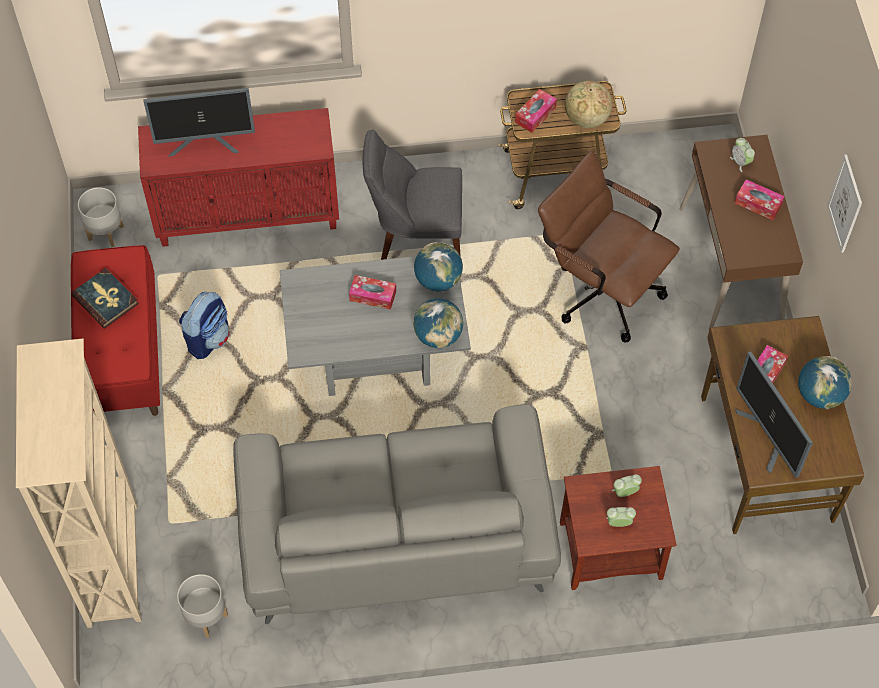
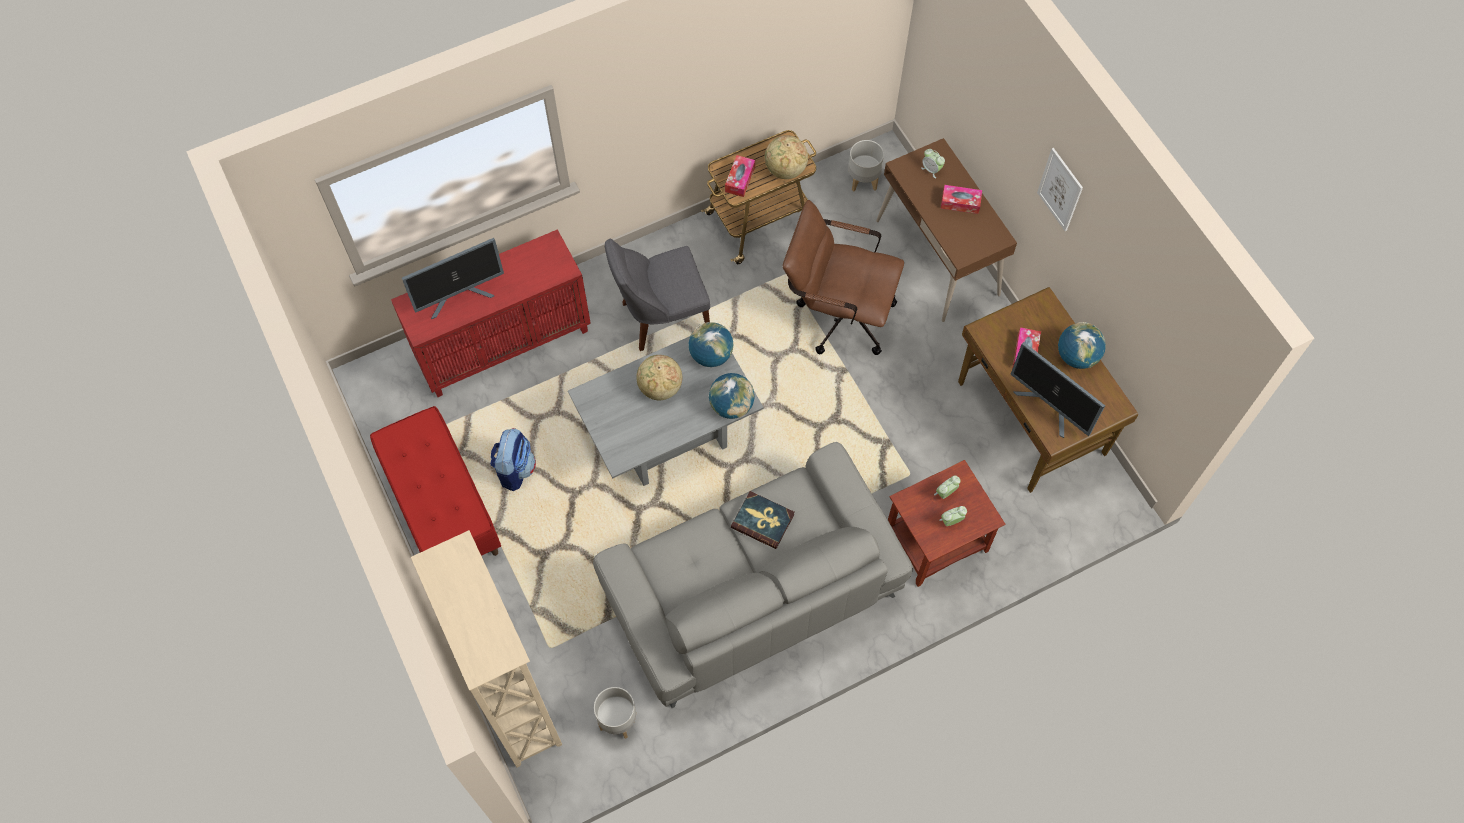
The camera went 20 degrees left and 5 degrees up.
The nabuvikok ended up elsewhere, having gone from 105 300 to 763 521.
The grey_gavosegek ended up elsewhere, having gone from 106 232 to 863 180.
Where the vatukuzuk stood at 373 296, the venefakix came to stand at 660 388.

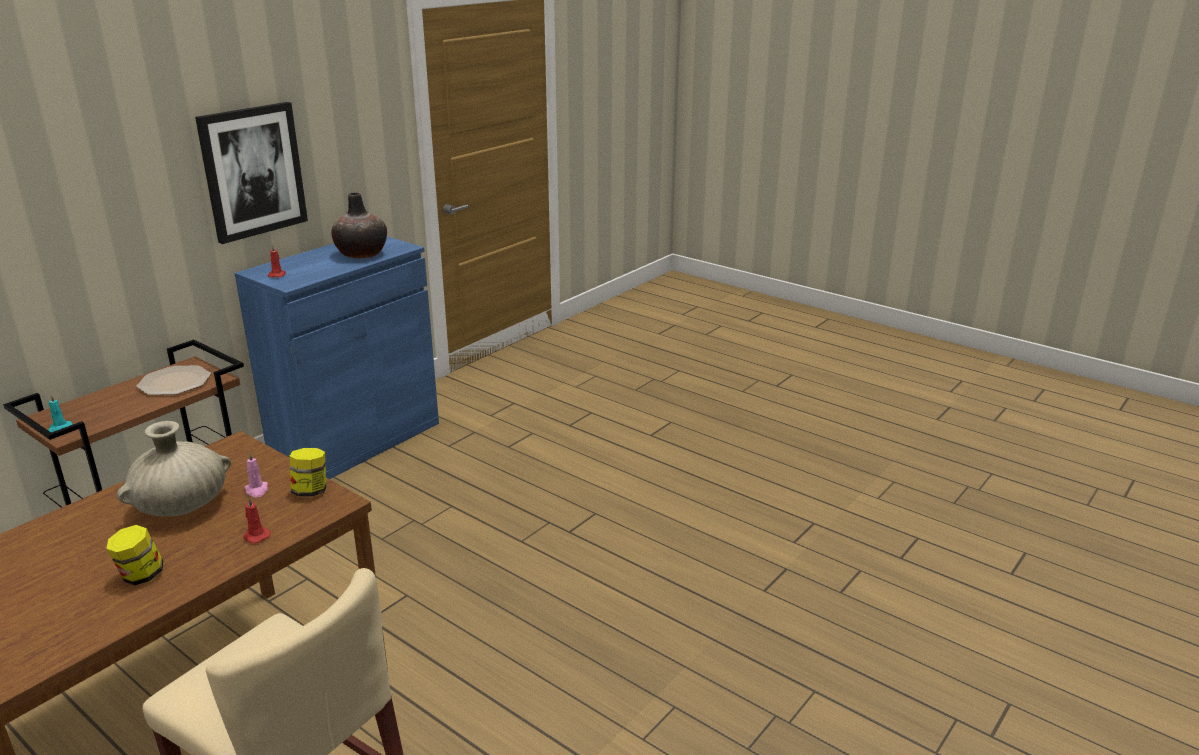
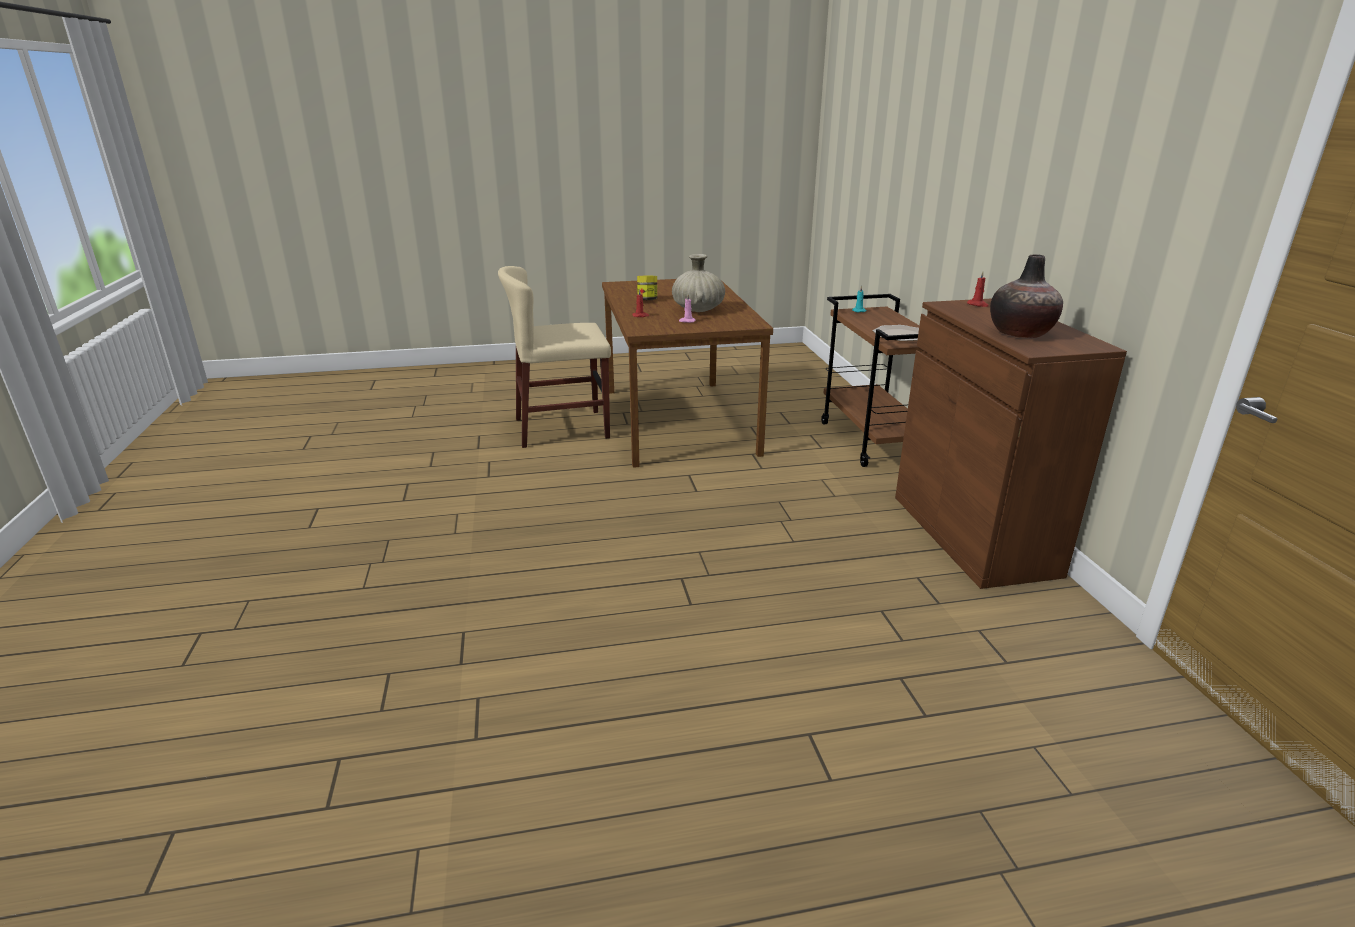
The camera went 130 degrees right and 0 degrees up.
The second view lost the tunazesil at 253 171.
What was the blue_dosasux at 356 441 turned into the brown_dosasux at 973 534.
The second view lost the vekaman at 311 491.

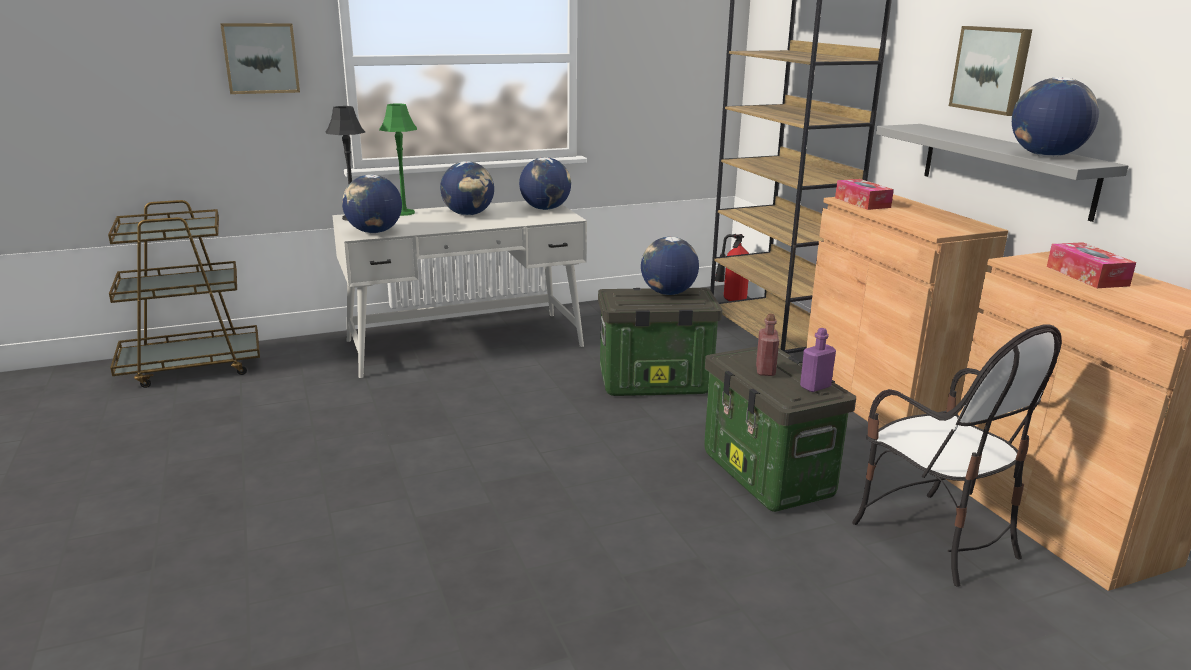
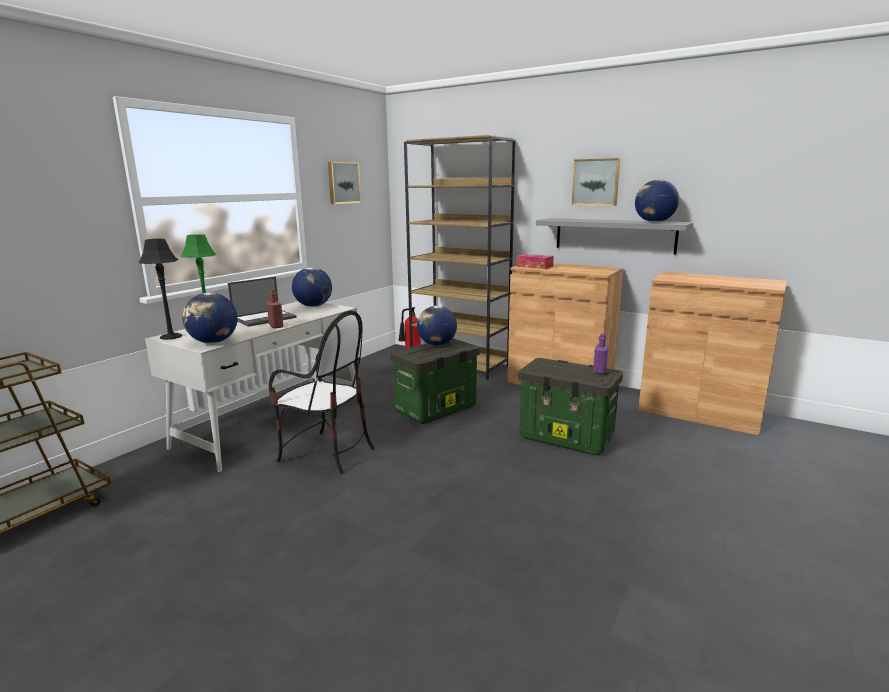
The camera went 35 degrees left and 5 degrees down.
The tunazesil ended up elsewhere, having gone from 261 58 to 343 183.
Where the venefakix stood at 468 214, the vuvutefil came to stand at 265 318.
The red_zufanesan ended up elsewhere, having gone from 765 370 to 276 326.
The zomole ended up elsewhere, having gone from 934 537 to 326 453.
The second view lost the vatukuzuk at 1086 276.

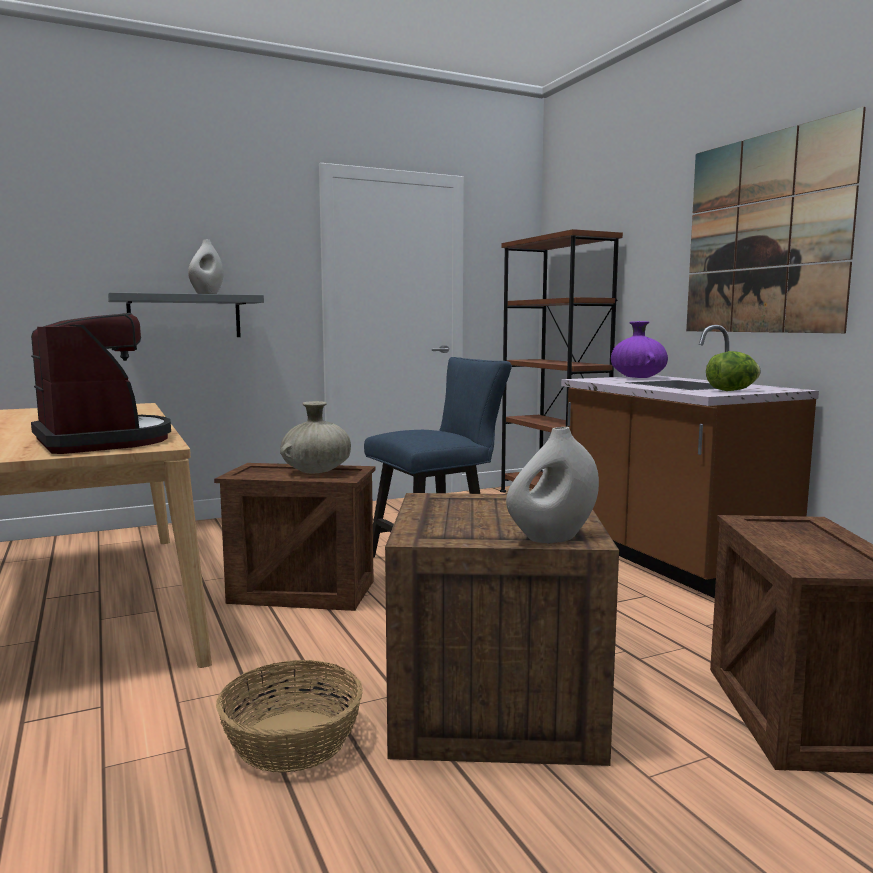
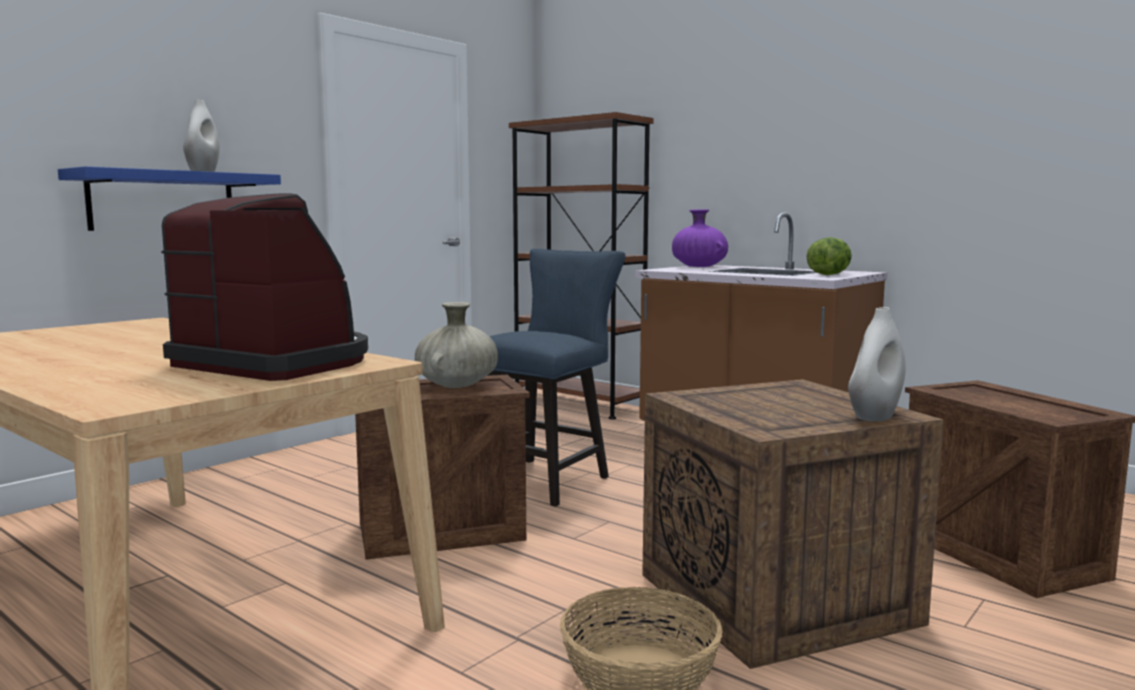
The camera went 25 degrees left and 0 degrees up.
What was the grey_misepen at 185 316 turned into the blue_misepen at 162 201.
The second view lost the tunazesil at 765 234.

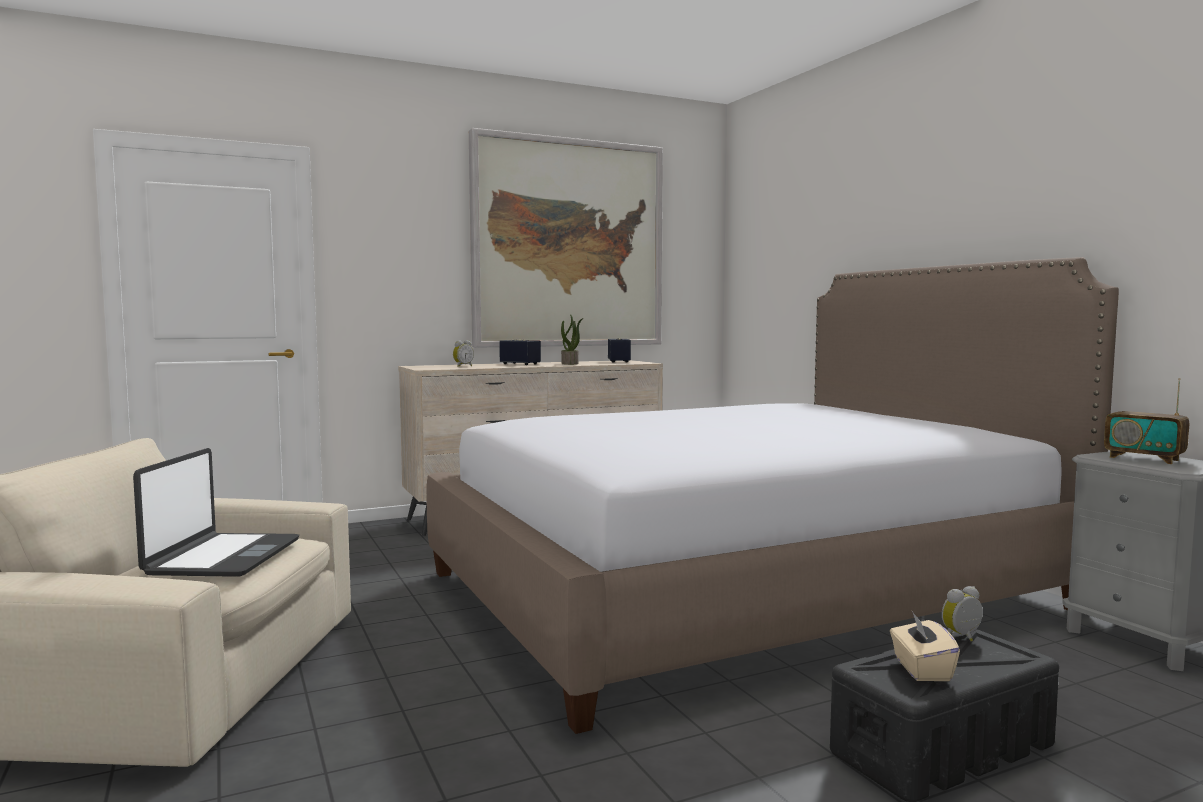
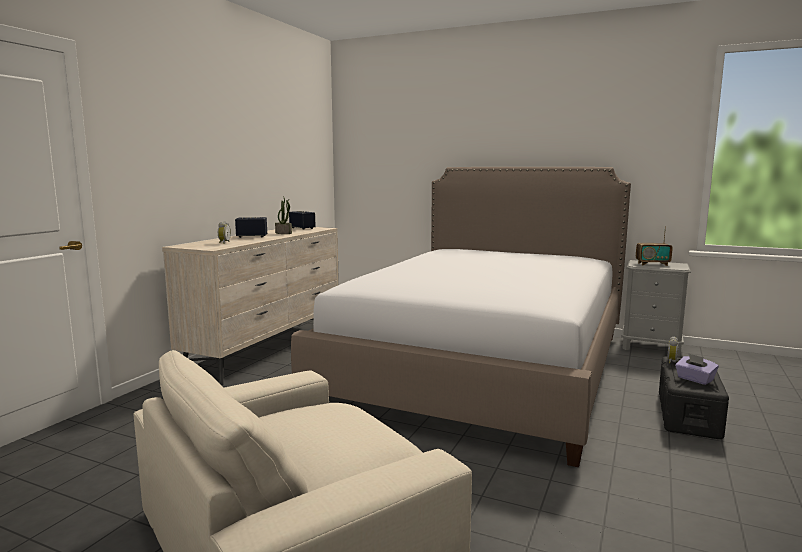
The camera went 40 degrees left and 5 degrees up.
The second view lost the vuvutefil at 223 557.
The second view lost the tunazesil at 568 244.
What was the beige_vatukuzuk at 921 669 turned into the purple_vatukuzuk at 694 379.

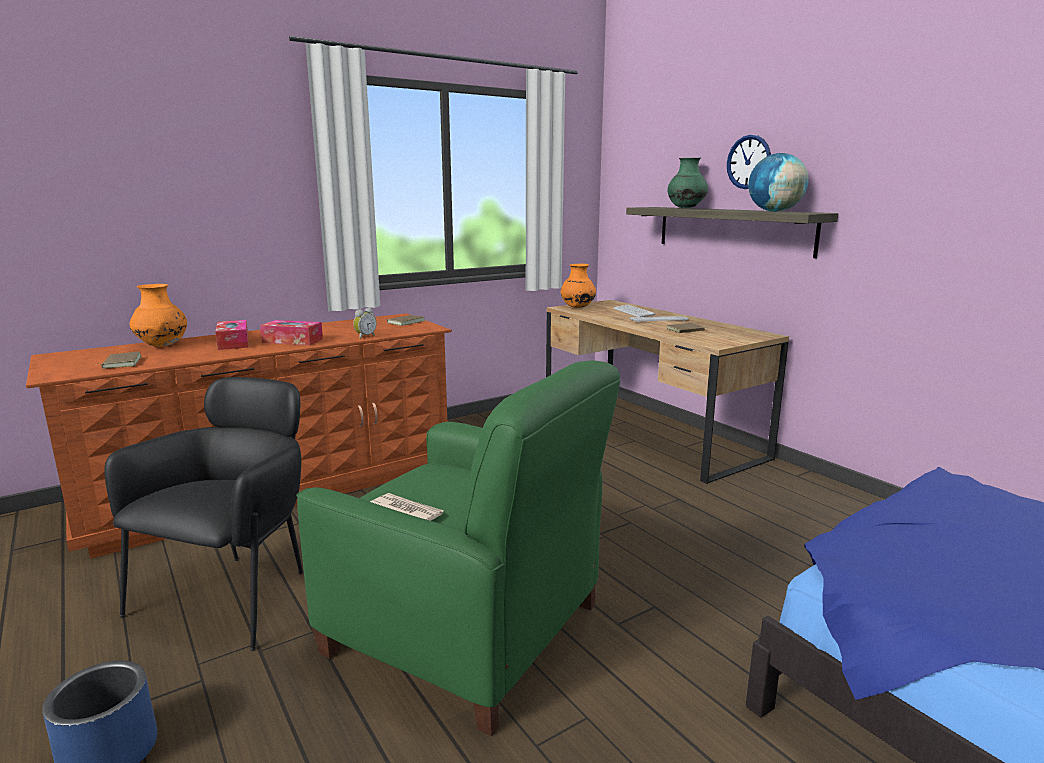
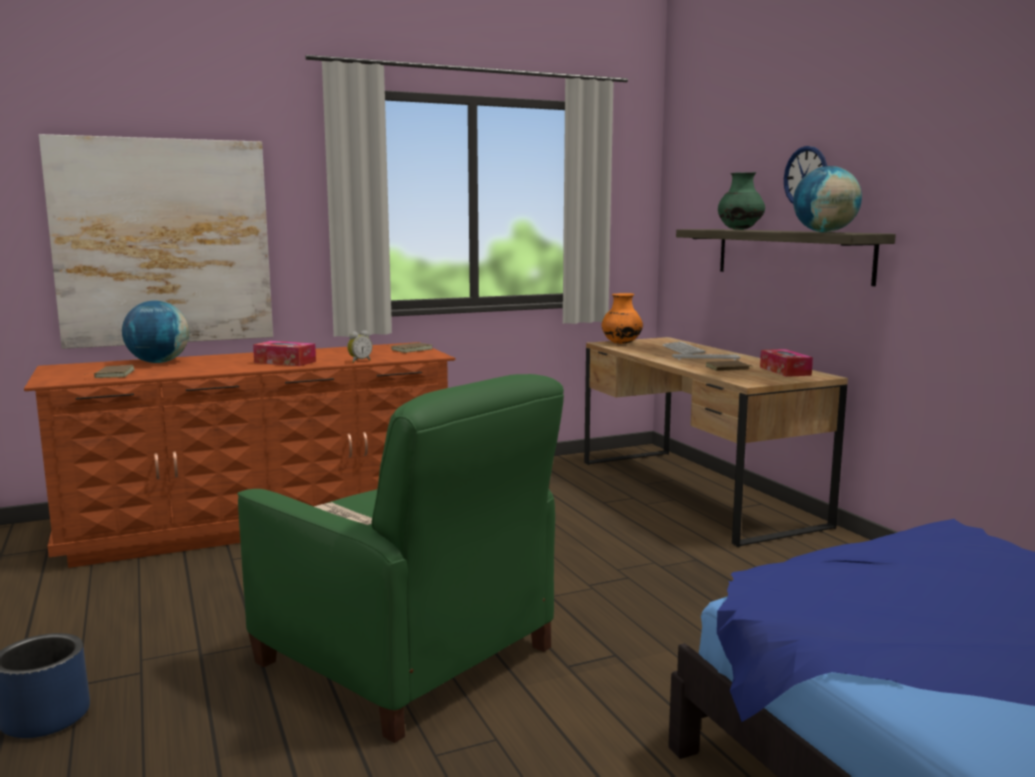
The camera went 10 degrees right and 5 degrees down.
The second view lost the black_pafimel at 235 593.
Where the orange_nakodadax stood at 162 346, the venefakix came to stand at 158 362.
The vatukuzuk ended up elsewhere, having gone from 233 343 to 785 371.
The second view gained the tunazesil at 163 242.

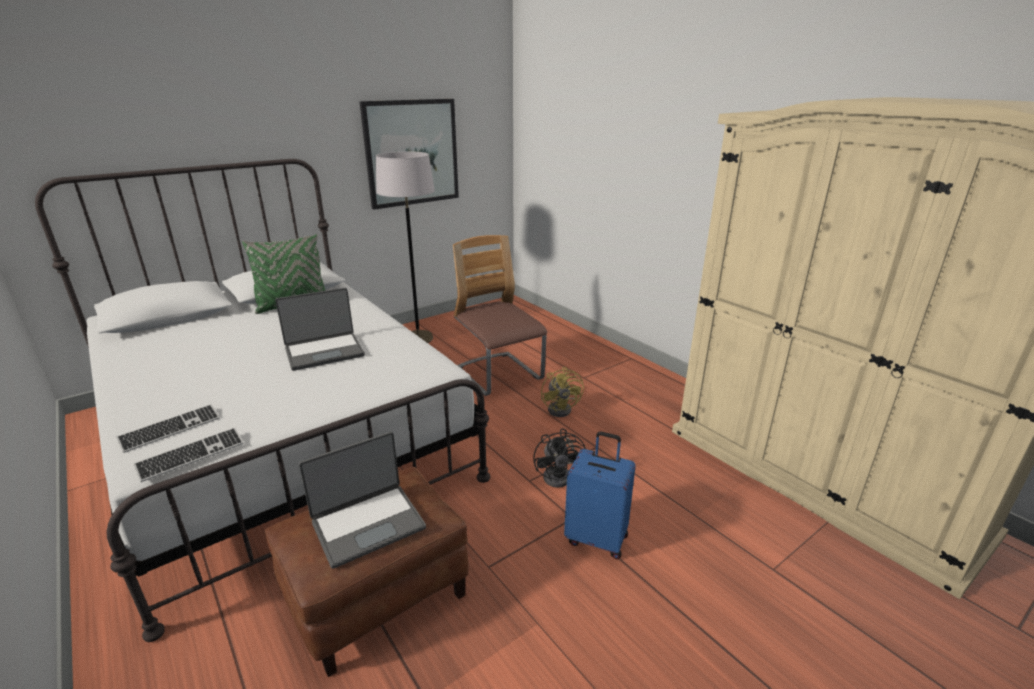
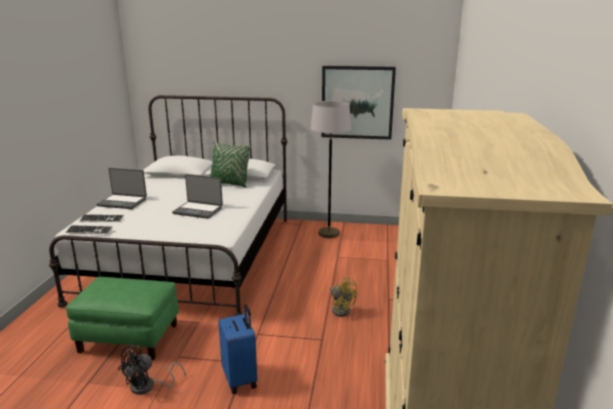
The camera went 45 degrees right and 5 degrees down.
What was the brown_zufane at 378 594 turned into the green_zufane at 130 338.
The vuvutefil ended up elsewhere, having gone from 368 524 to 123 202.
The second view lost the zomole at 498 375.
The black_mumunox ended up elsewhere, having gone from 561 475 to 148 387.
The yellow_mumunox at 562 408 ended up facing another way, 75 degrees counterclockwise from before.

